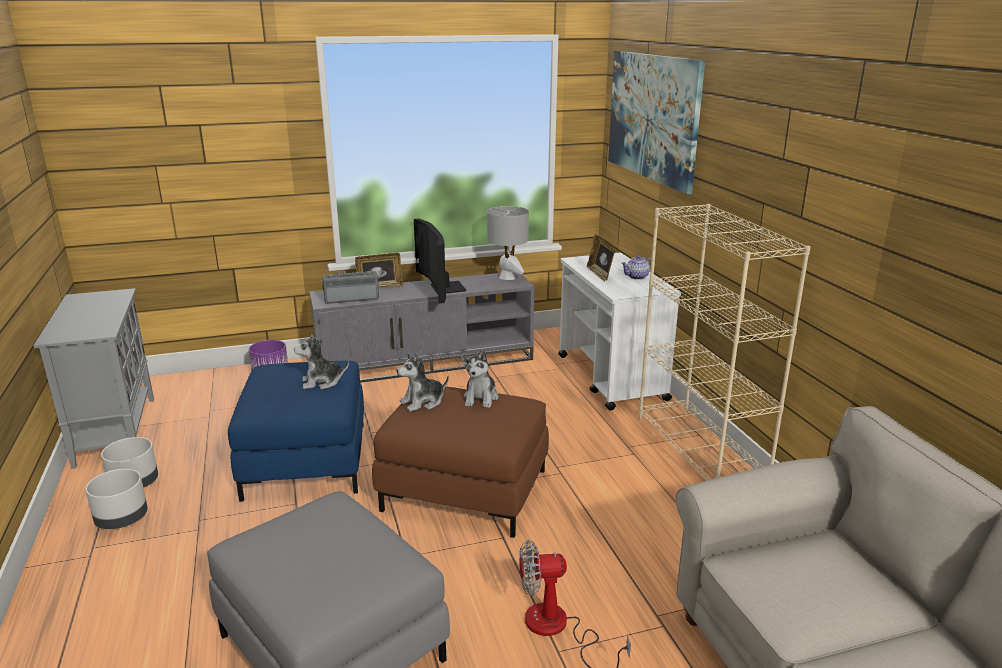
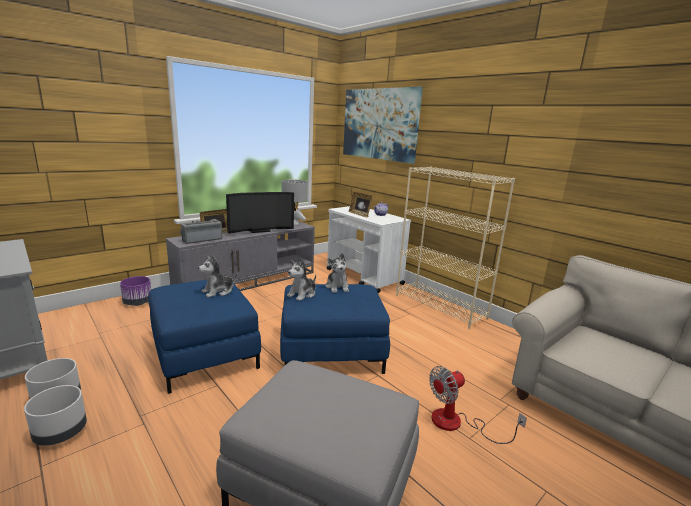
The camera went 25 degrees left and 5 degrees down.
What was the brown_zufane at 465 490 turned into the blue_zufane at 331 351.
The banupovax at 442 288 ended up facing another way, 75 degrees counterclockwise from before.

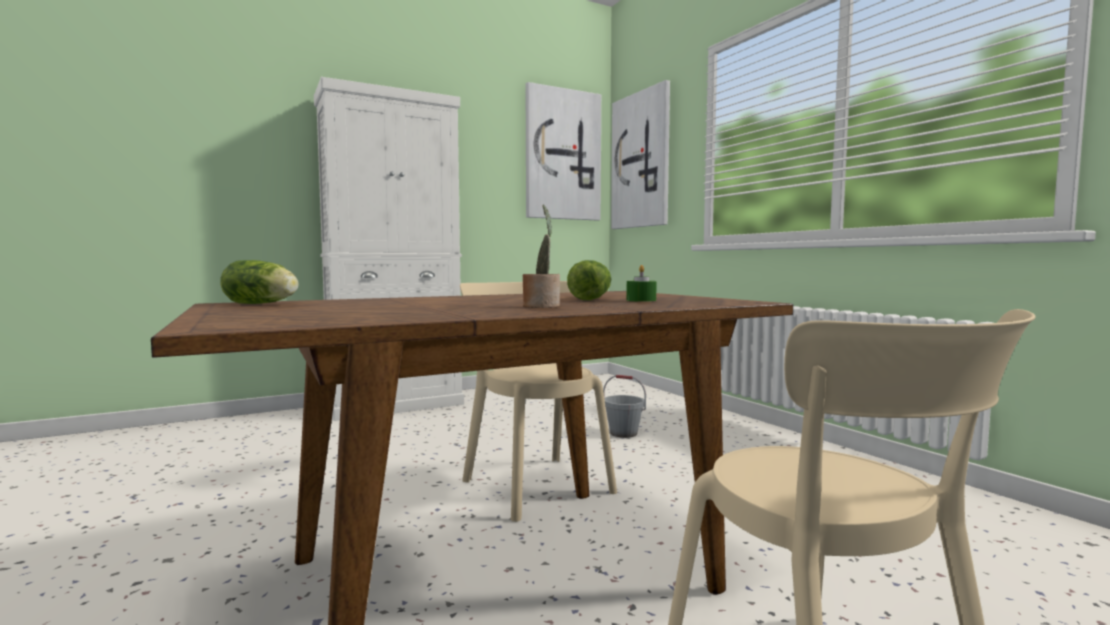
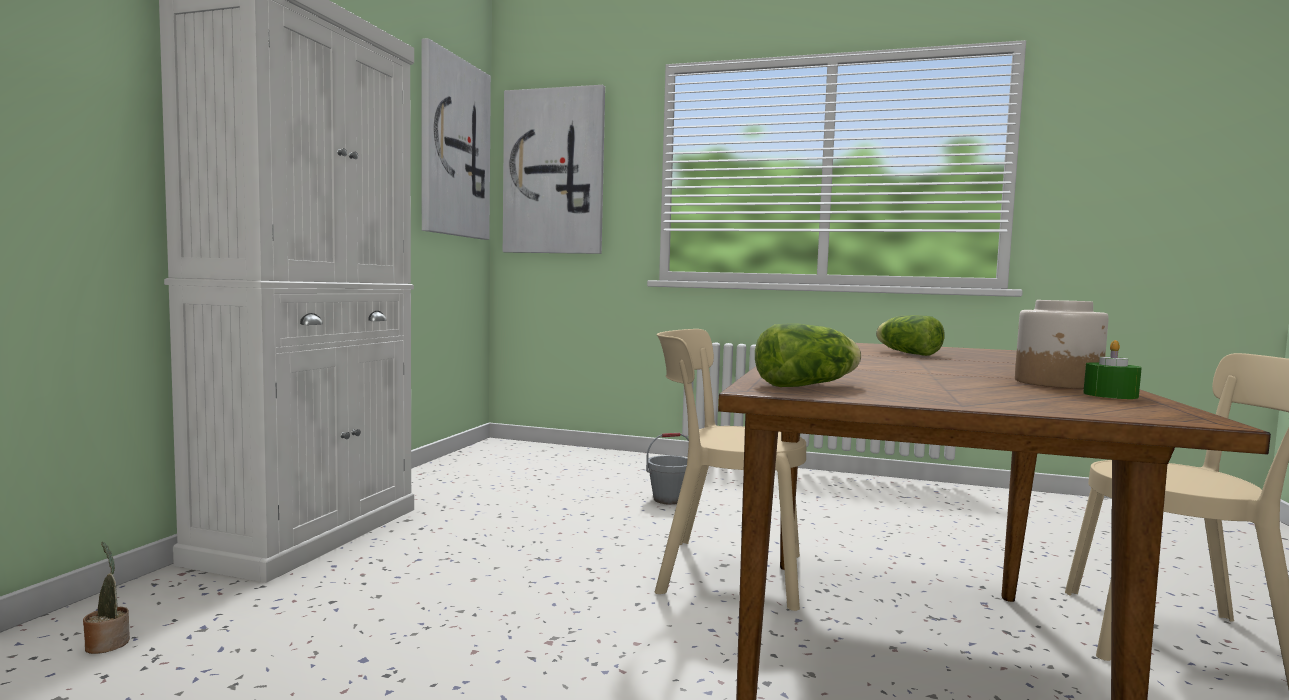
The camera went 45 degrees left and 0 degrees up.
The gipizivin ended up elsewhere, having gone from 542 306 to 107 643.
The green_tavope ended up elsewhere, having gone from 641 300 to 1110 395.
The second view gained the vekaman at 1058 383.

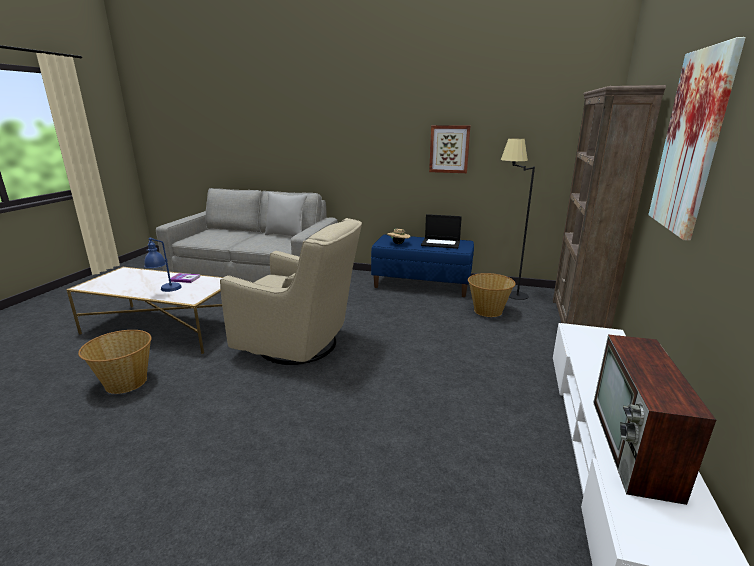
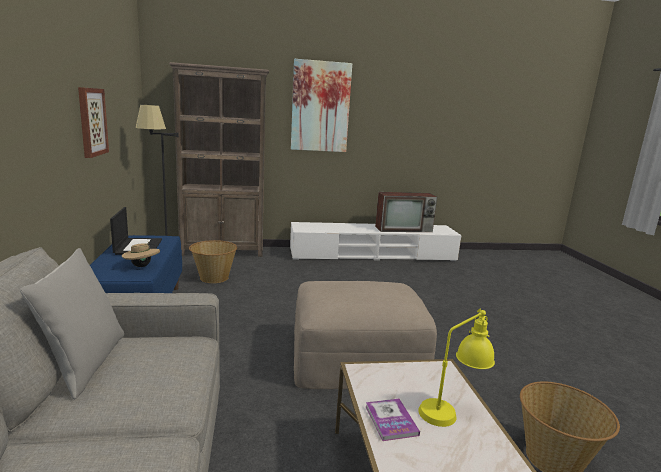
The camera went 115 degrees left and 5 degrees down.
What was the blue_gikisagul at 166 291 turned into the yellow_gikisagul at 451 411.
Where the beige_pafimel stood at 301 345, the beige_zufane came to stand at 357 358.

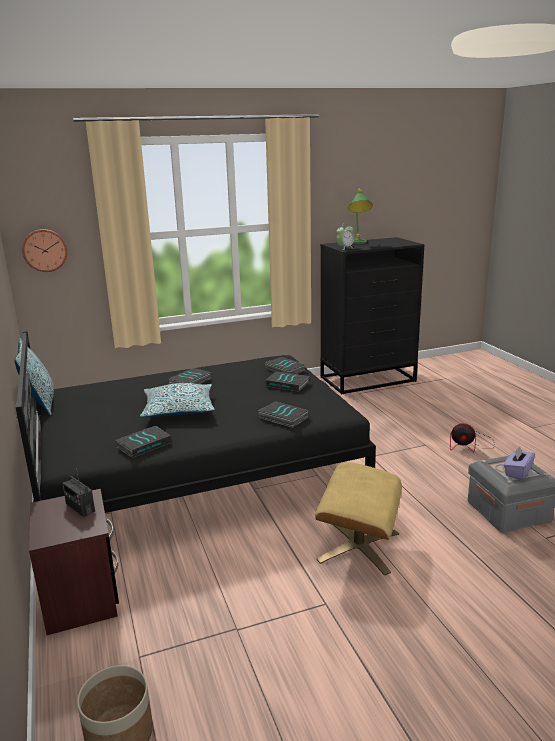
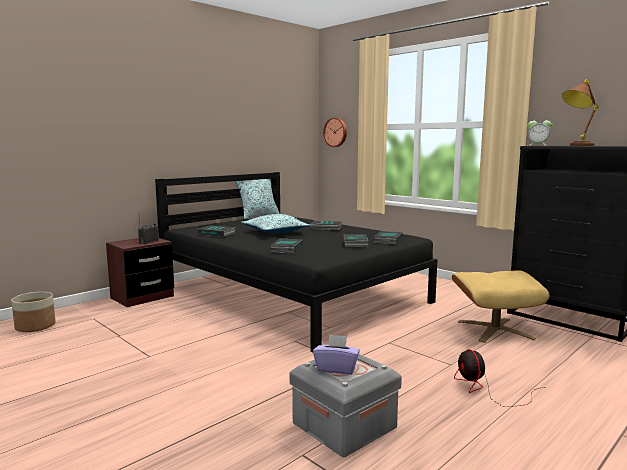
The camera went 65 degrees right and 10 degrees down.
The beige_zufane ended up elsewhere, having gone from 358 546 to 495 330.
What was the green_gikisagul at 358 243 turned into the brown_gikisagul at 576 145.

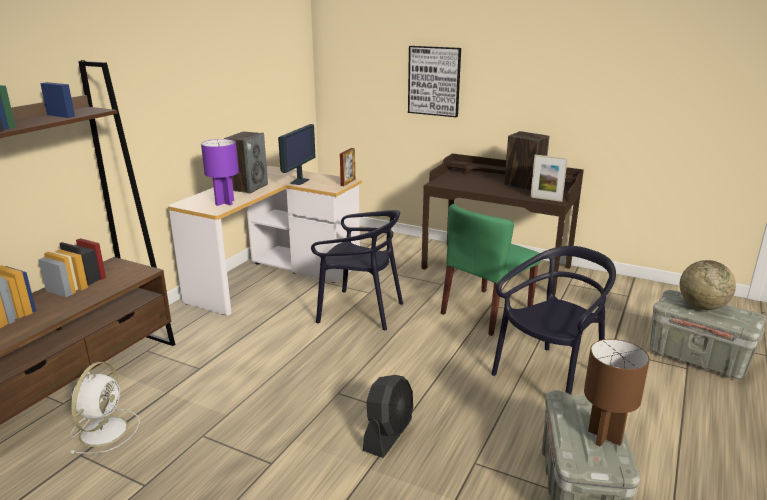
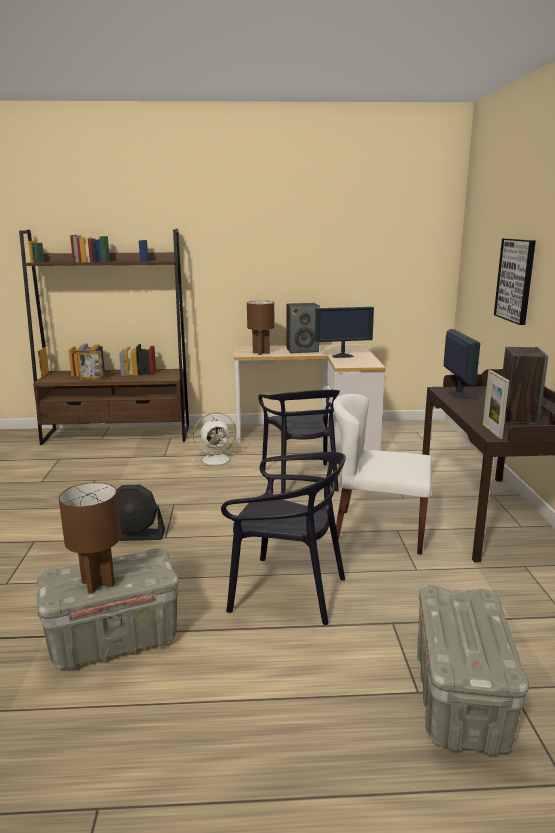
The camera went 60 degrees right and 5 degrees down.
The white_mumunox ended up elsewhere, having gone from 105 430 to 217 460.
What was the purple_gikisagul at 224 203 turned into the brown_gikisagul at 261 353.
The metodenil ended up elsewhere, having gone from 348 182 to 92 379.
What was the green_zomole at 486 312 turned into the white_zomole at 378 531.
The second view lost the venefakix at 701 306.
The second view gained the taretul at 458 395.

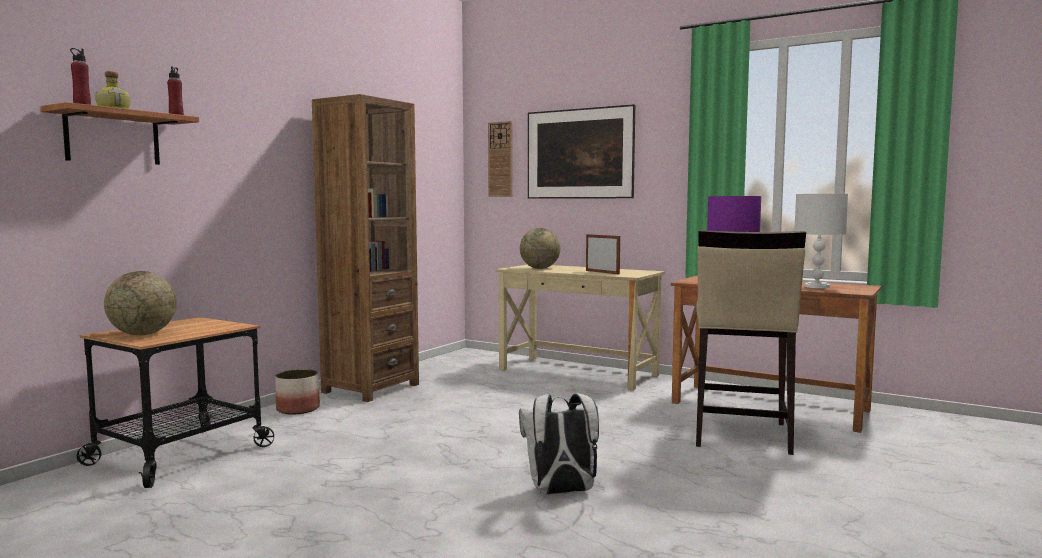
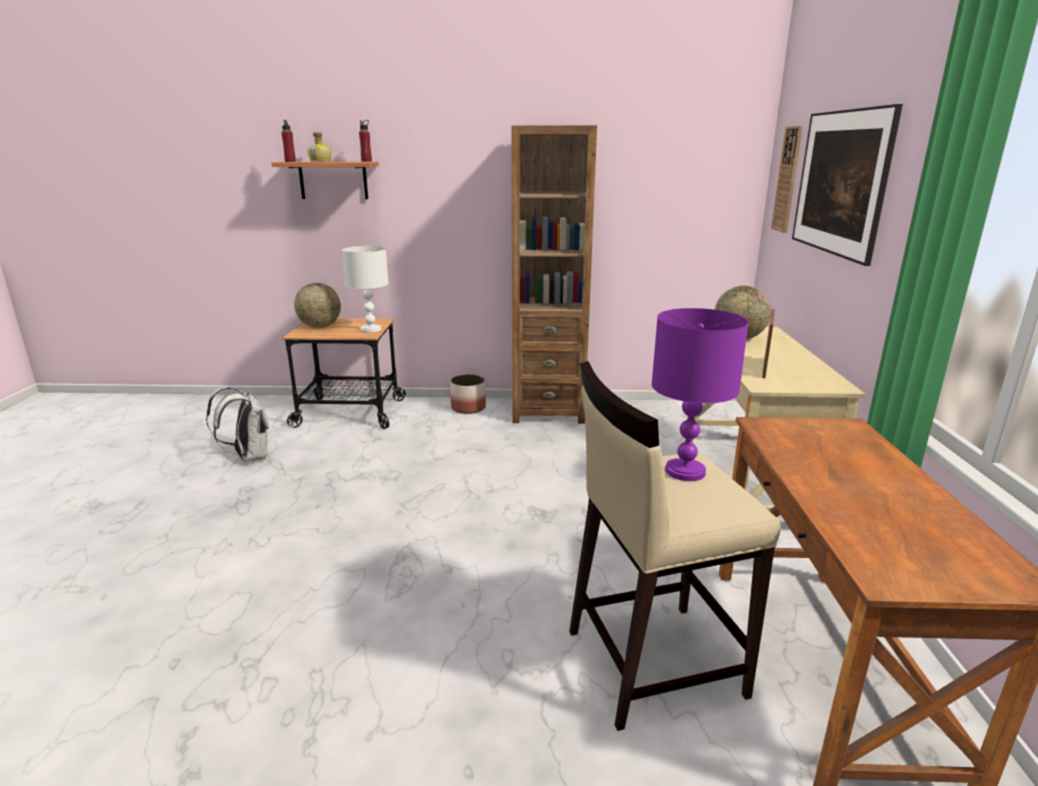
The camera went 60 degrees right and 15 degrees up.
The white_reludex ended up elsewhere, having gone from 561 492 to 249 457.
The white_gikisagul ended up elsewhere, having gone from 817 286 to 371 330.

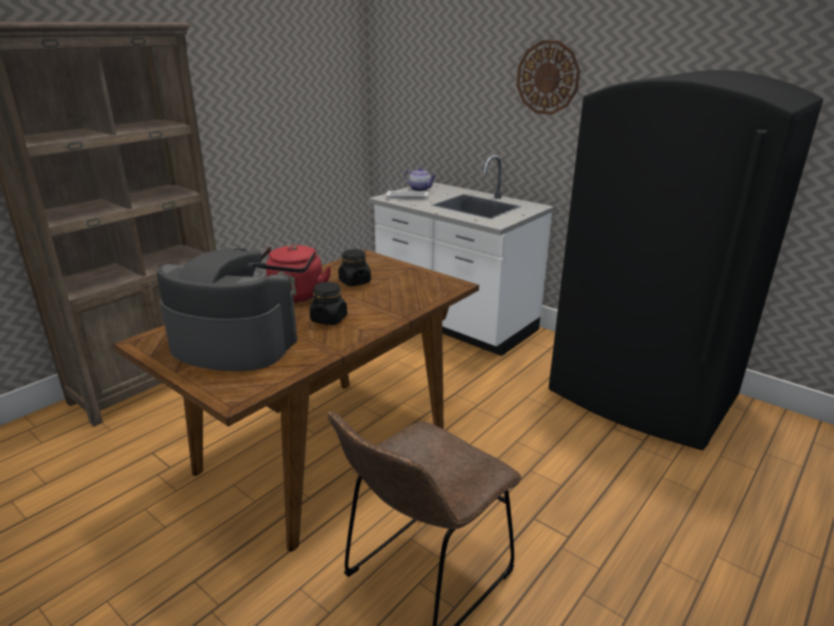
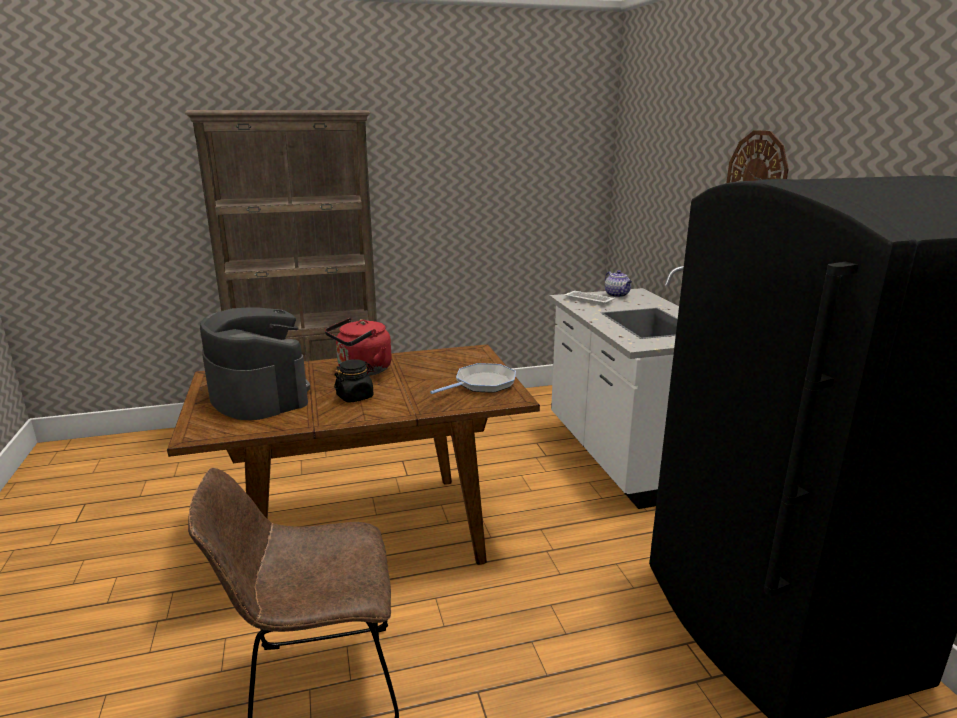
The camera went 35 degrees right and 5 degrees down.
The second view lost the black_vekaman at 354 281.
The second view gained the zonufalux at 482 384.

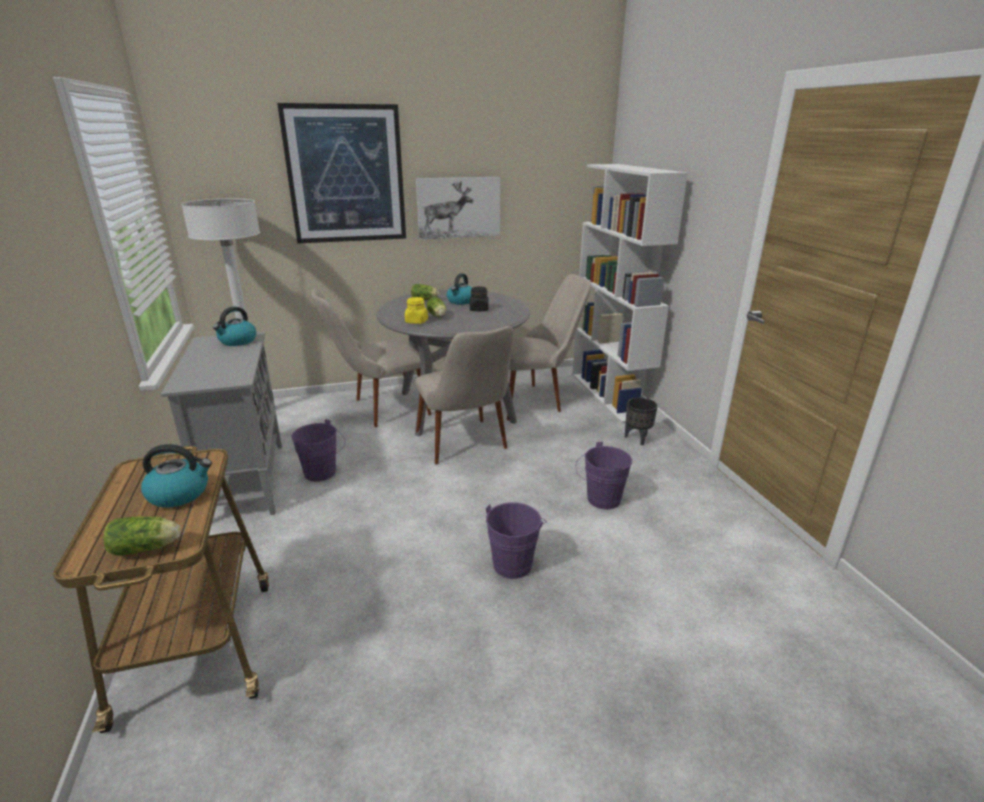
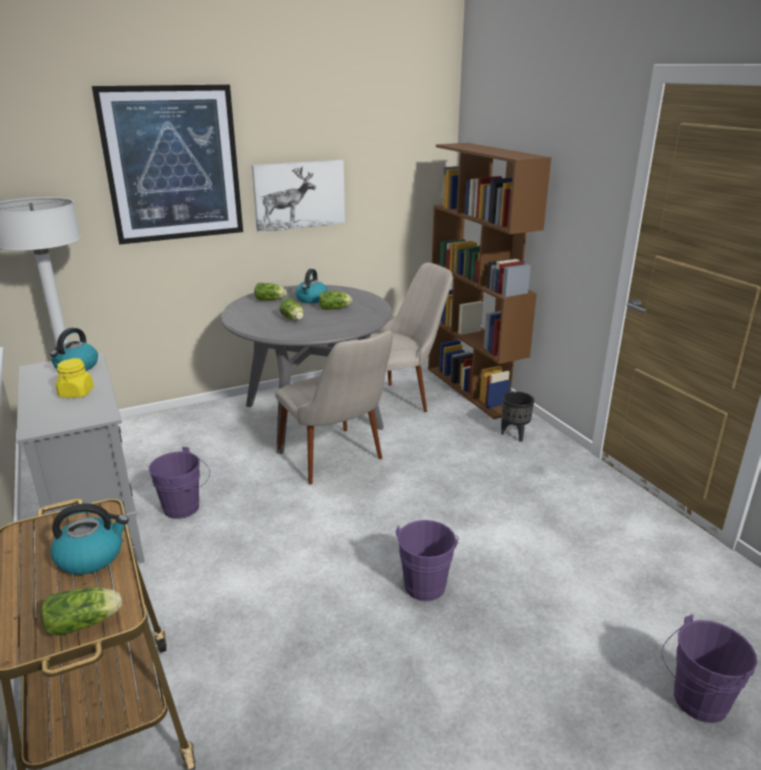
The camera went 10 degrees left and 0 degrees up.
The second view lost the beige_zomole at 378 410.
The yellow_vekaman ended up elsewhere, having gone from 416 322 to 76 393.
Where the black_vekaman stood at 479 309, the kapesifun came to stand at 336 308.
What was the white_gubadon at 610 395 turned into the brown_gubadon at 474 389.
The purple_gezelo ended up elsewhere, having gone from 600 500 to 695 703.

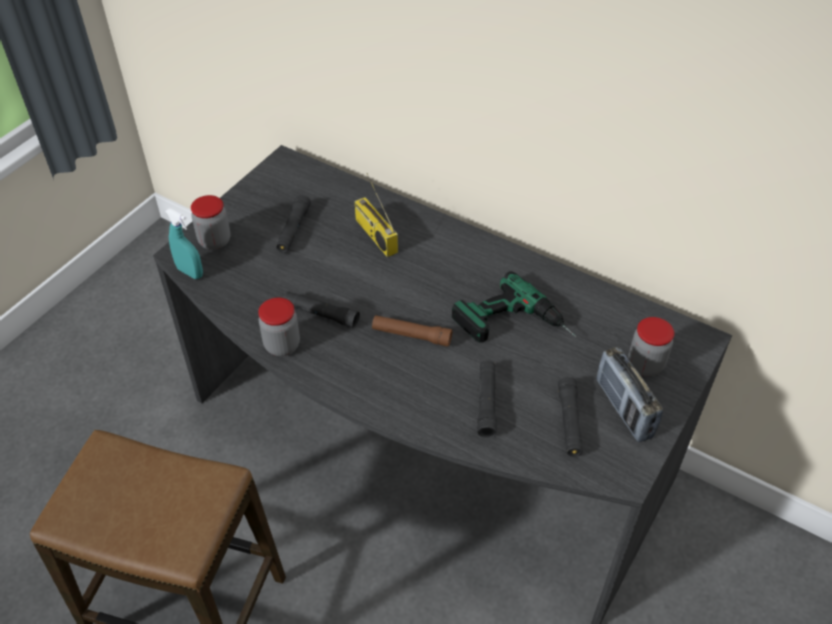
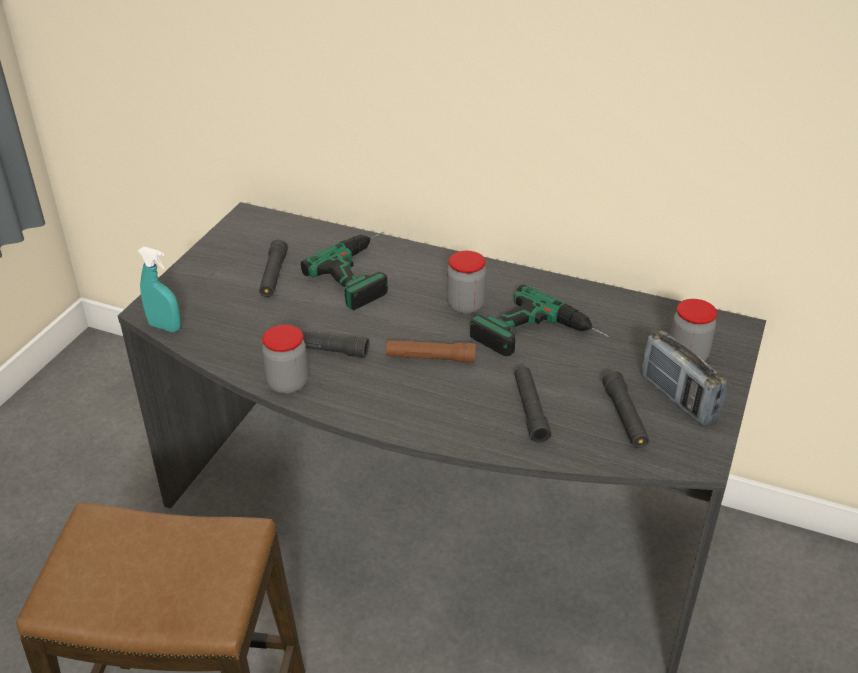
The camera went 10 degrees left and 10 degrees down.
The vekaman ended up elsewhere, having gone from 214 241 to 465 305.
Where the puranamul stood at 374 235, the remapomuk came to stand at 365 272.

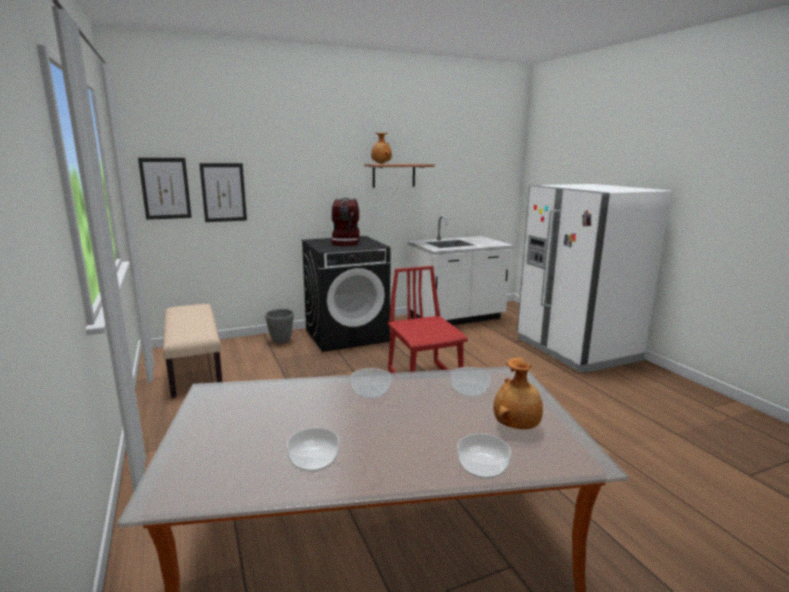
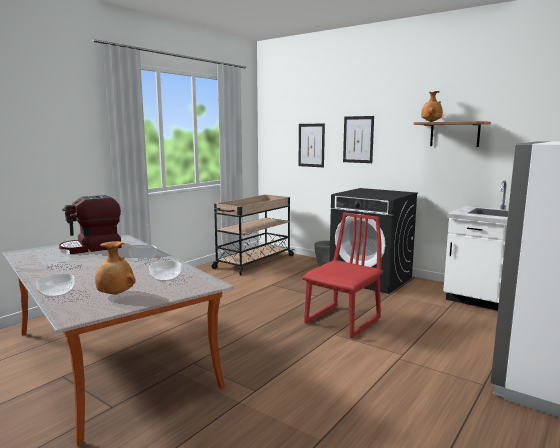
The camera went 60 degrees right and 5 degrees down.
The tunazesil ended up elsewhere, having gone from 165 188 to 358 139.
Where the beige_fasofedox stood at 194 369, the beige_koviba came to stand at 253 262.
The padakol ended up elsewhere, having gone from 346 241 to 92 248.

